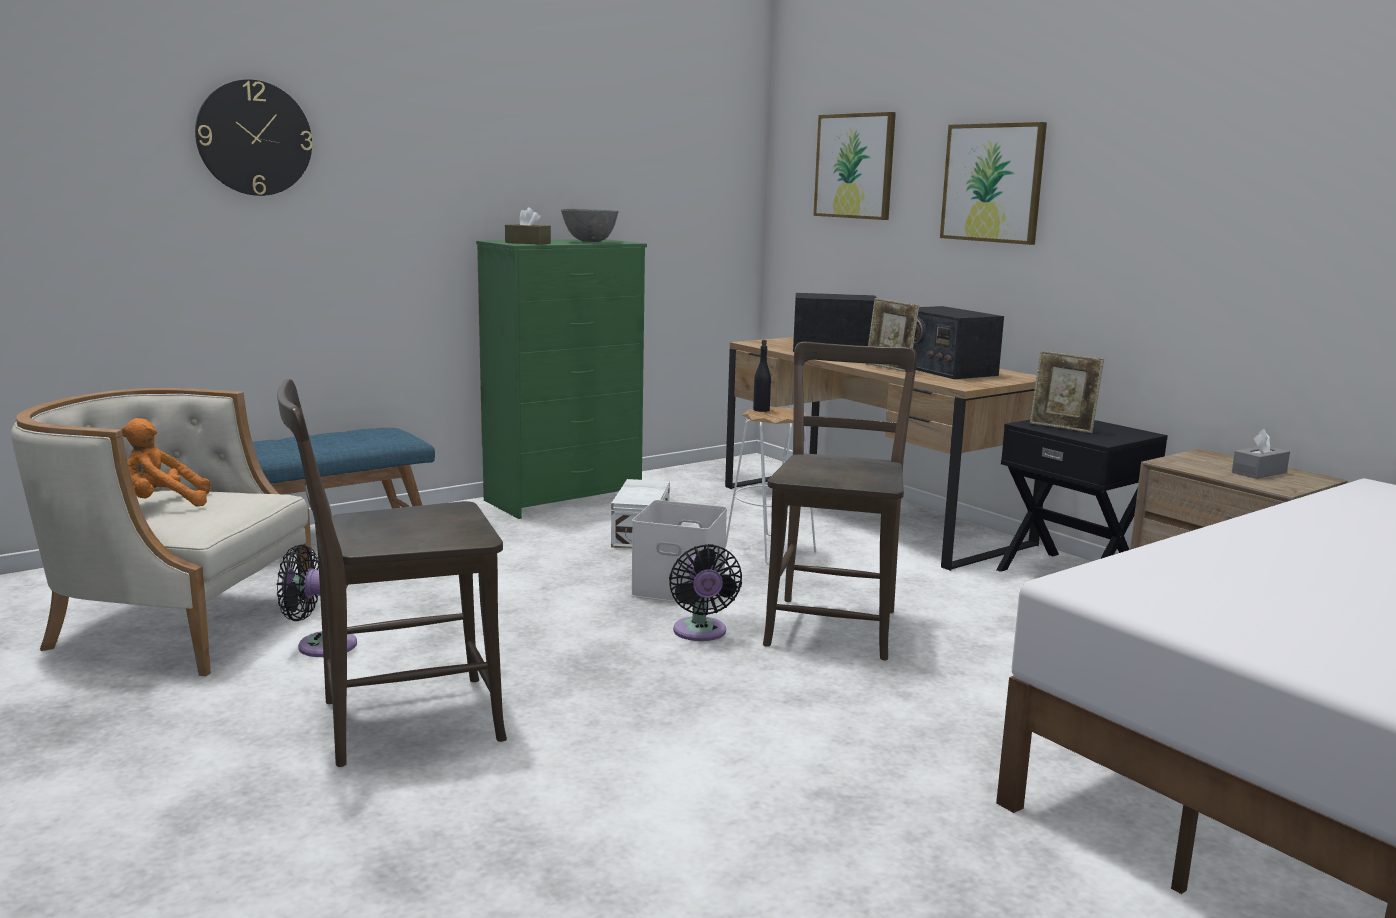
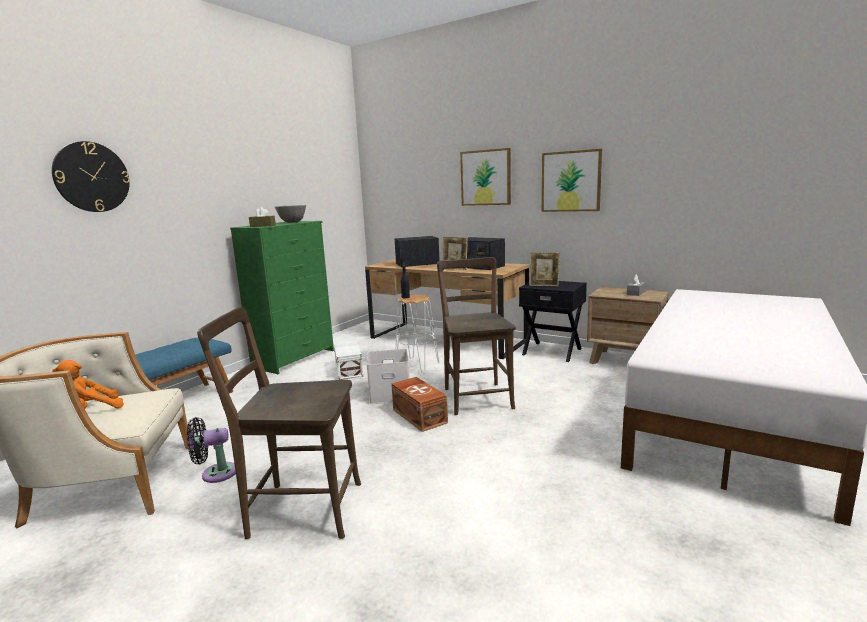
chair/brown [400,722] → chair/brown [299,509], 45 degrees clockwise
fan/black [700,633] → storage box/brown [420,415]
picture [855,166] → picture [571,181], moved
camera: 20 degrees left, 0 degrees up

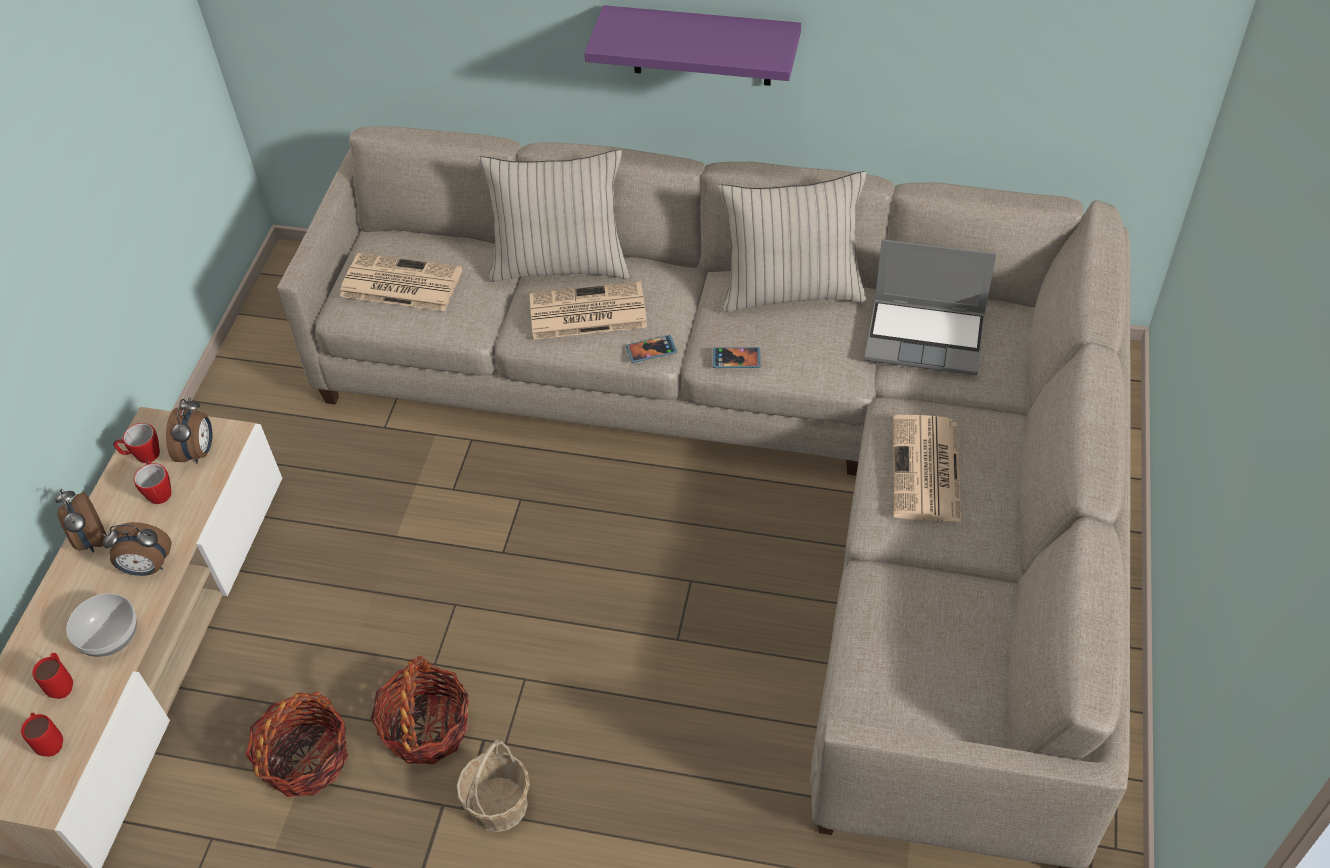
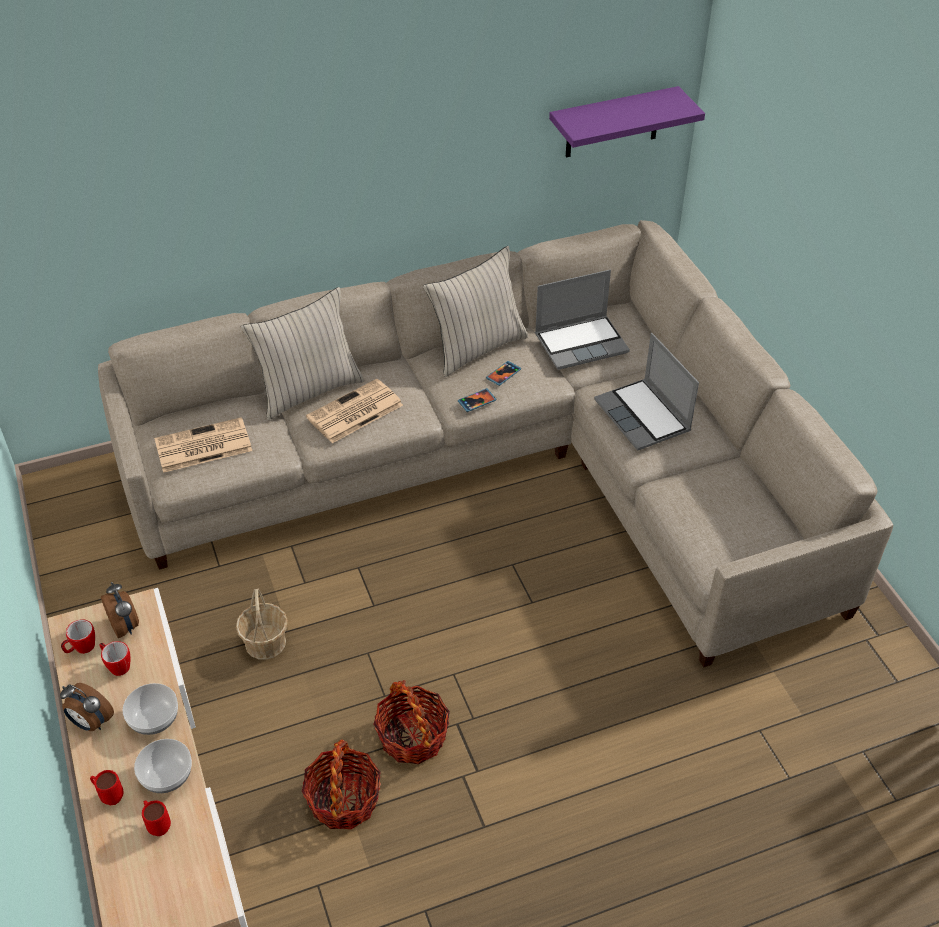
mug/red [50,742] → mug/red [109,796], moved
alarm clock [147,568] → bowl [154,718]
basket [499,804] → basket [265,642], moved
phone [651,350] → phone [503,374], moved
shelf/purple [701,46] → shelf/purple [612,123], moved
newspaper [927,471] → laptop [644,416]
camera: 35 degrees left, 5 degrees down

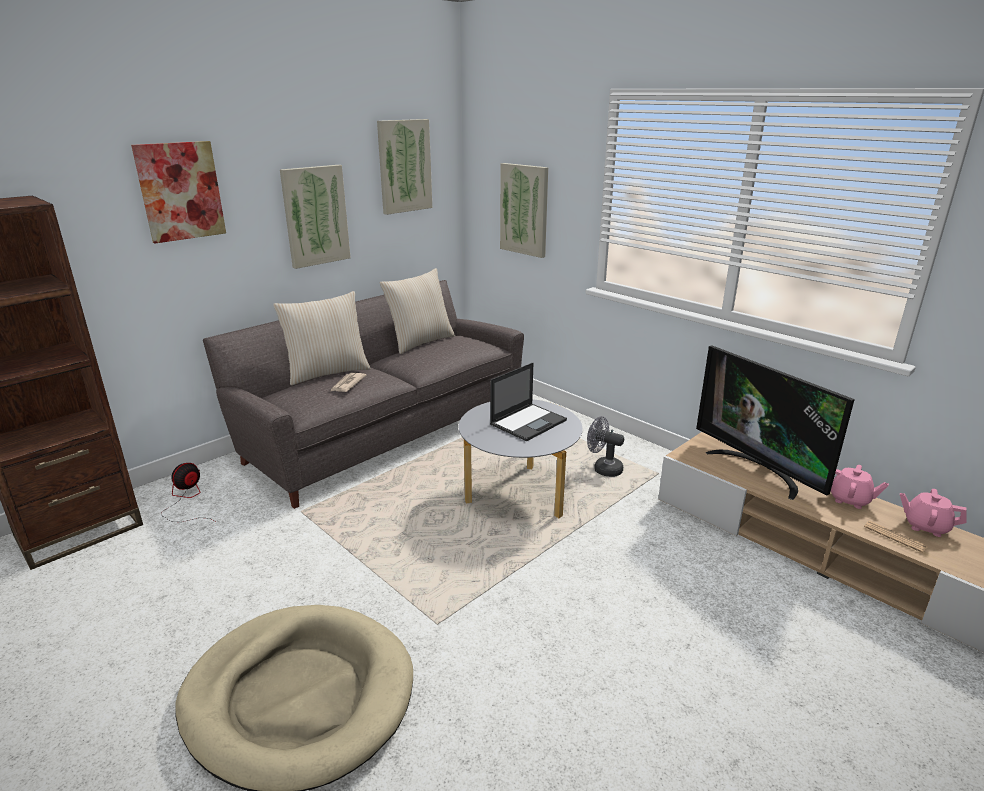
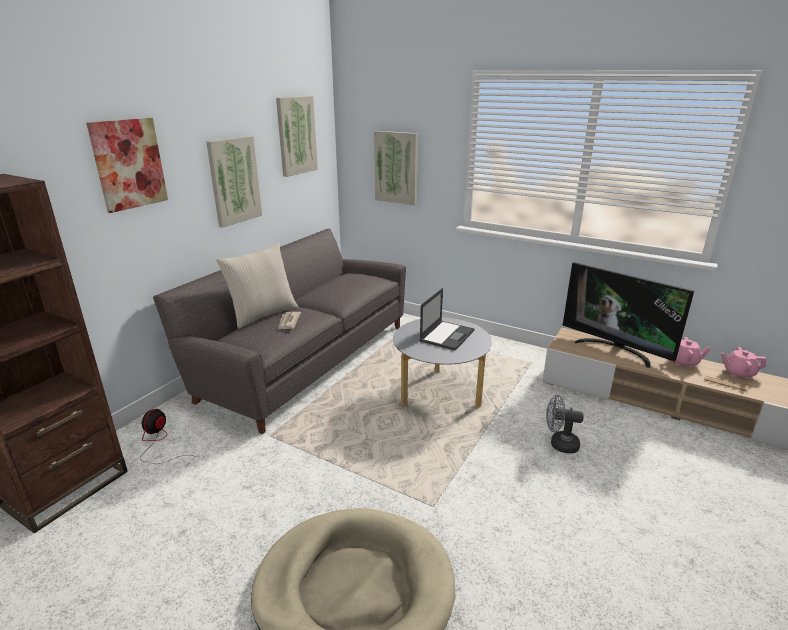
fan/grey [603,468] → fan/grey [559,444], moved
pillow/beige [420,342] → -
camera: 15 degrees left, 0 degrees up

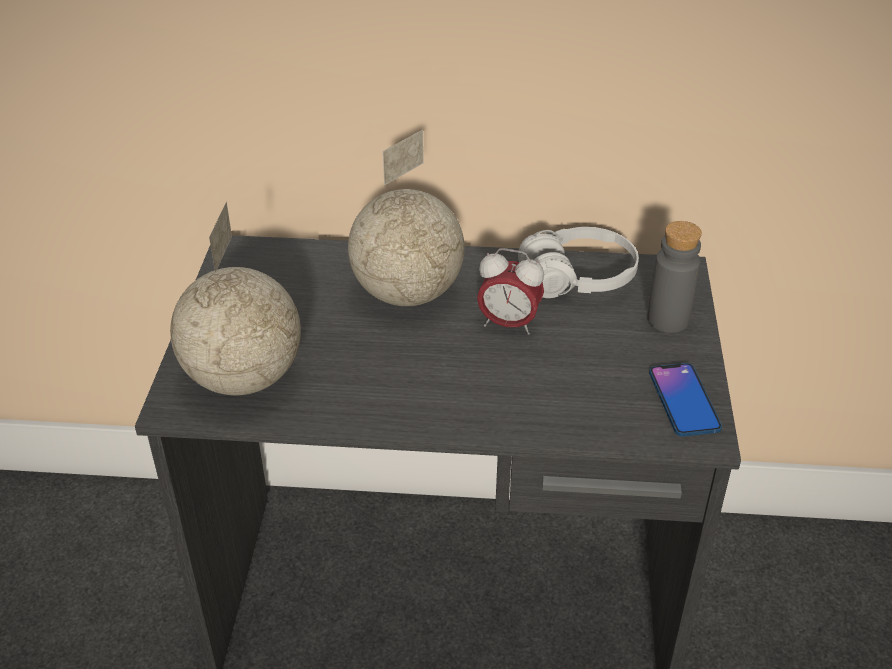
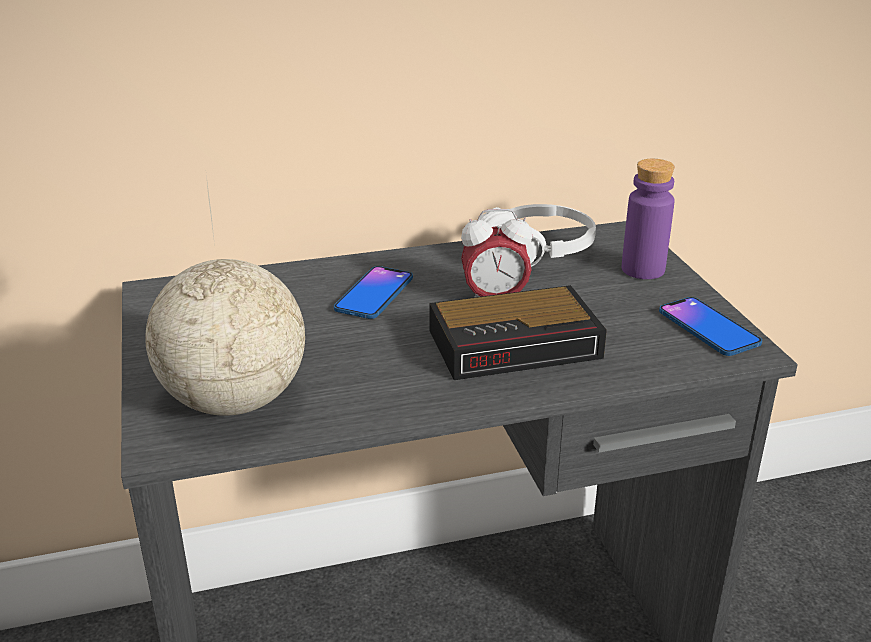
globe [409,294] → phone [374,294]
- → alarm clock [518,344]
bottle/grey [668,319] → bottle/purple [643,269]
camera: 20 degrees left, 10 degrees down

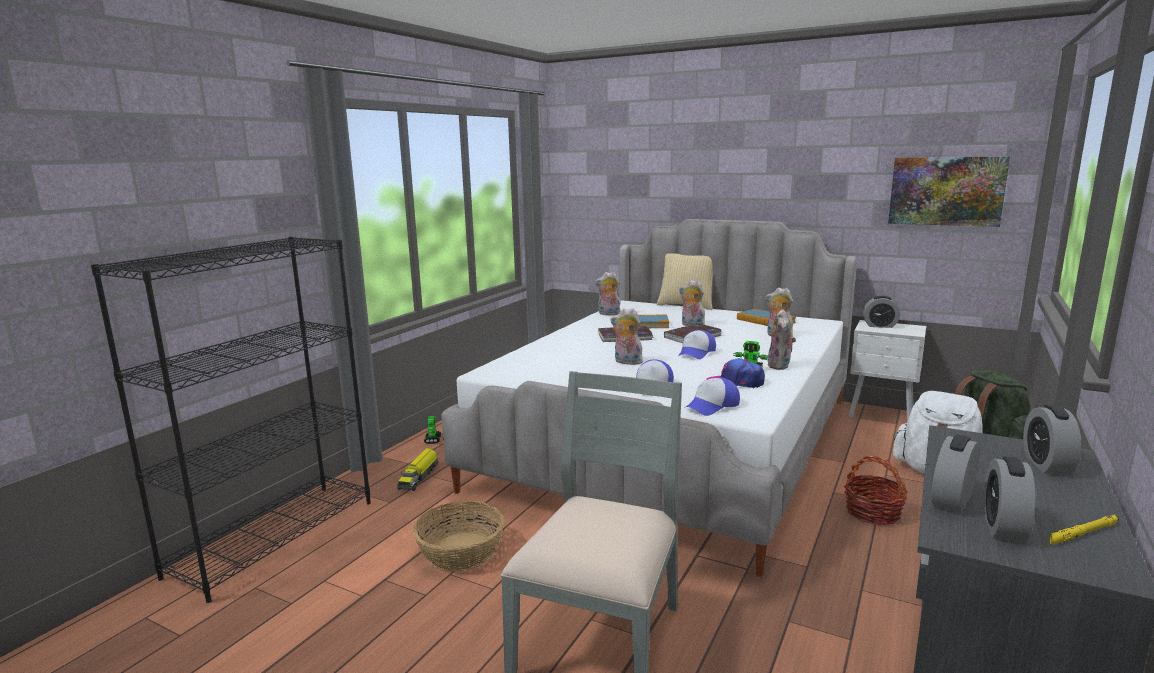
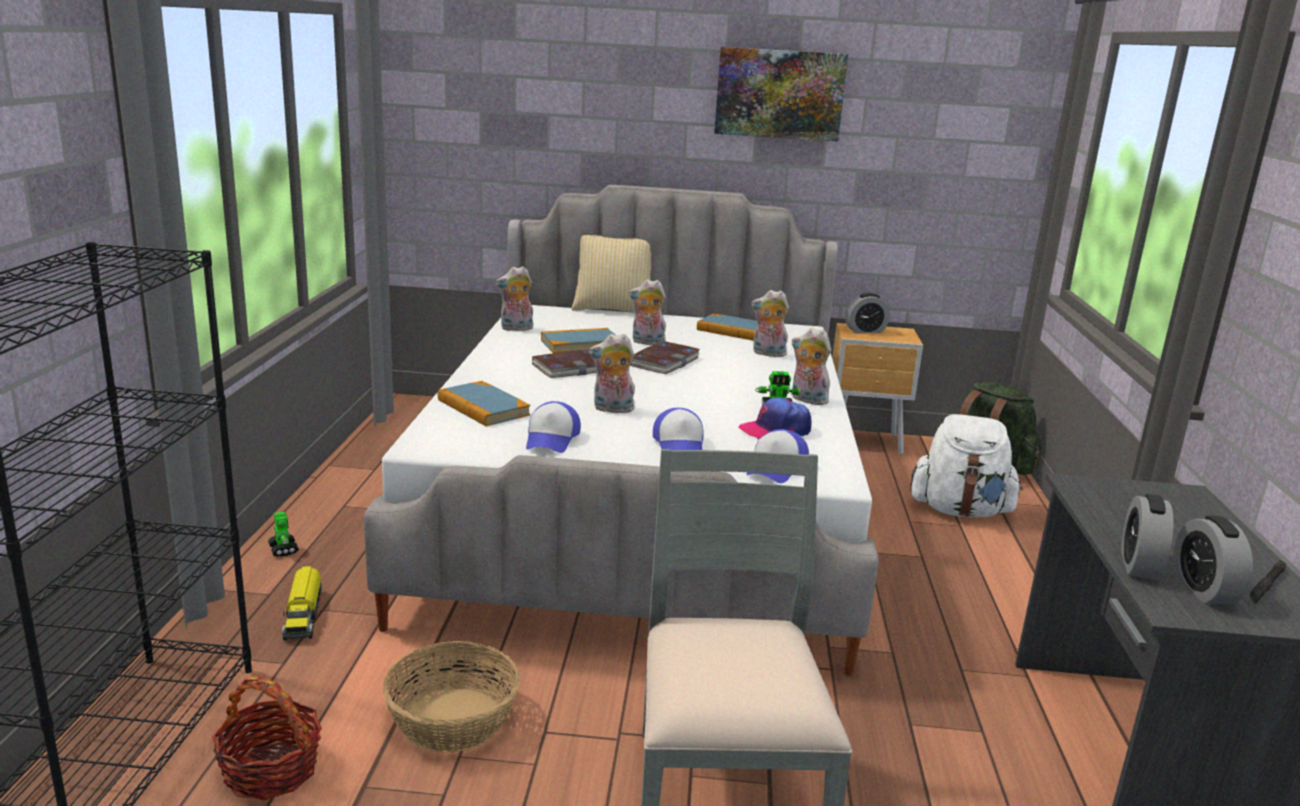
basket [873,513] → basket [271,770], moved
- → book [483,408]
cap [696,353] → cap [552,439], moved
picture [946,191] → picture [779,94], moved
plush toy [780,366] → plush toy [807,400], 135 degrees clockwise
nightstand/white [882,415] → nightstand/brown [865,442]
flashlight/yellow [1082,534] → flashlight/black [1266,585]
alarm clock [1046,464] → -
camera: 25 degrees left, 5 degrees up

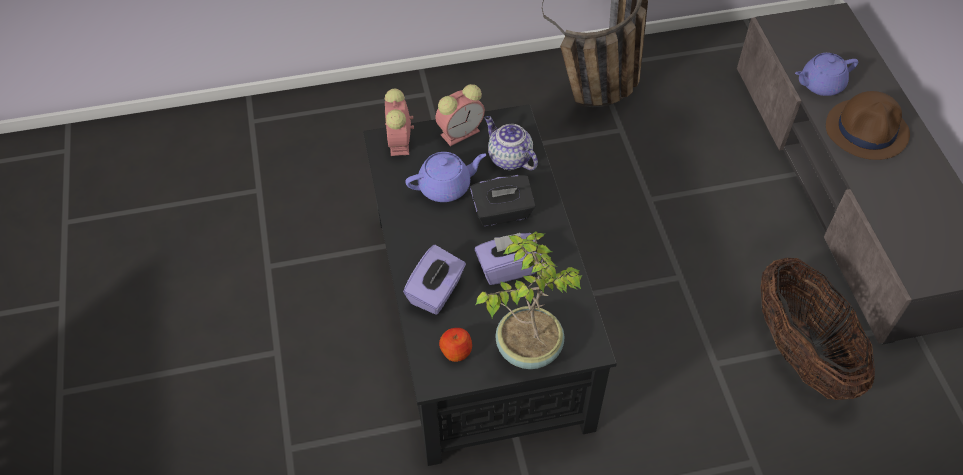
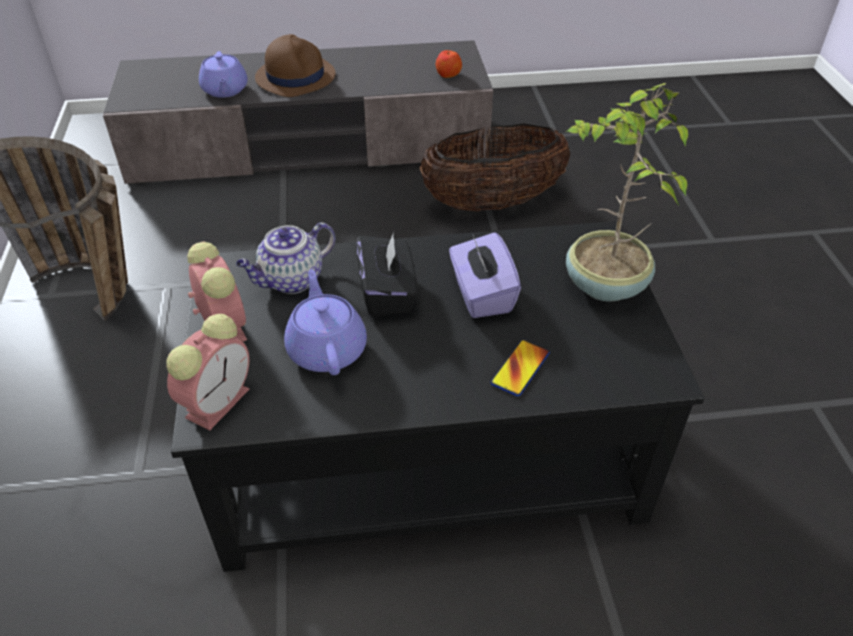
alarm clock [399,143] → alarm clock [219,401], 60 degrees counterclockwise
apple [456,351] → apple [448,74], moved
tissue box/purple [436,292] → phone [520,368]
camera: 85 degrees left, 10 degrees down

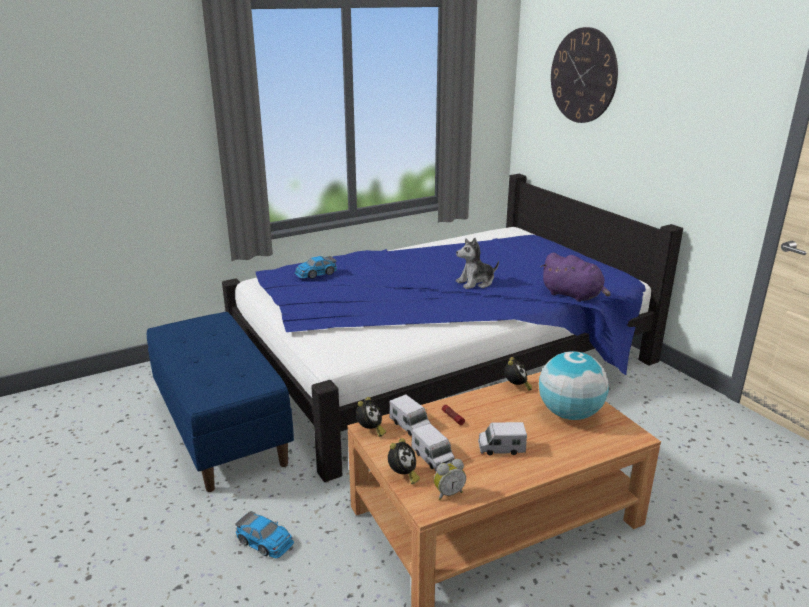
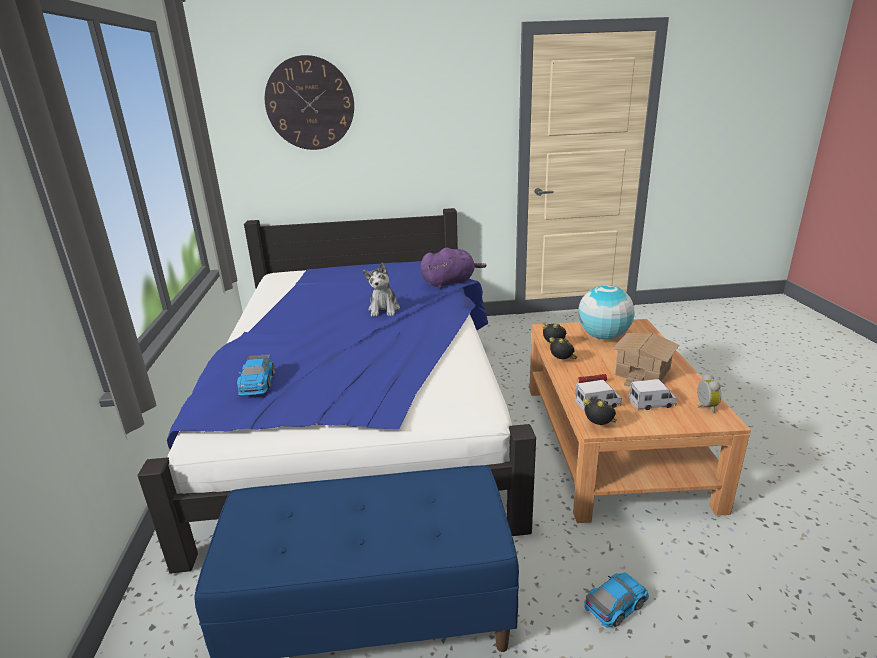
alarm clock [403,475] → alarm clock [562,361], moved
toy truck [501,448] → toy house [644,372]
camera: 65 degrees left, 0 degrees up

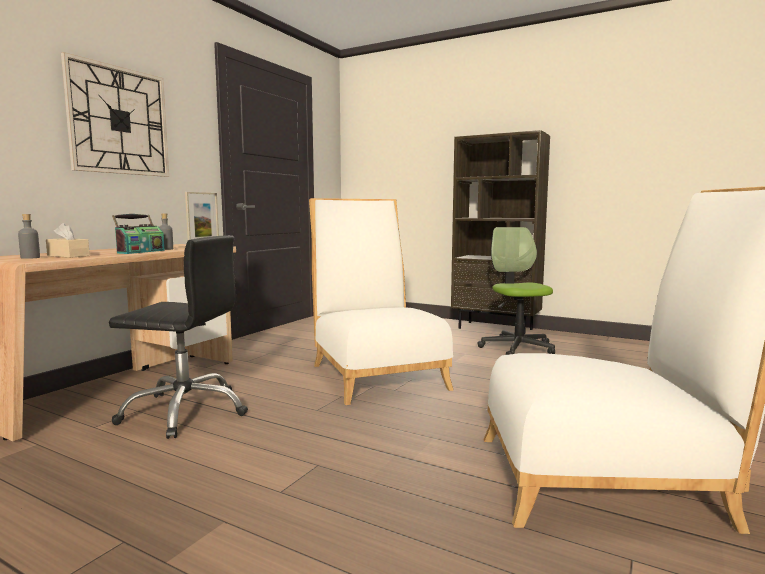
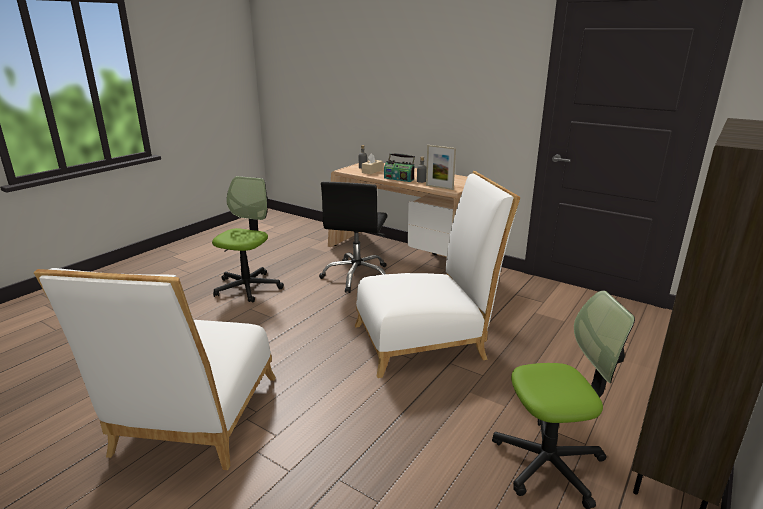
- → office chair [248,287]
wall clock [119,121] → -
camera: 95 degrees right, 15 degrees up

